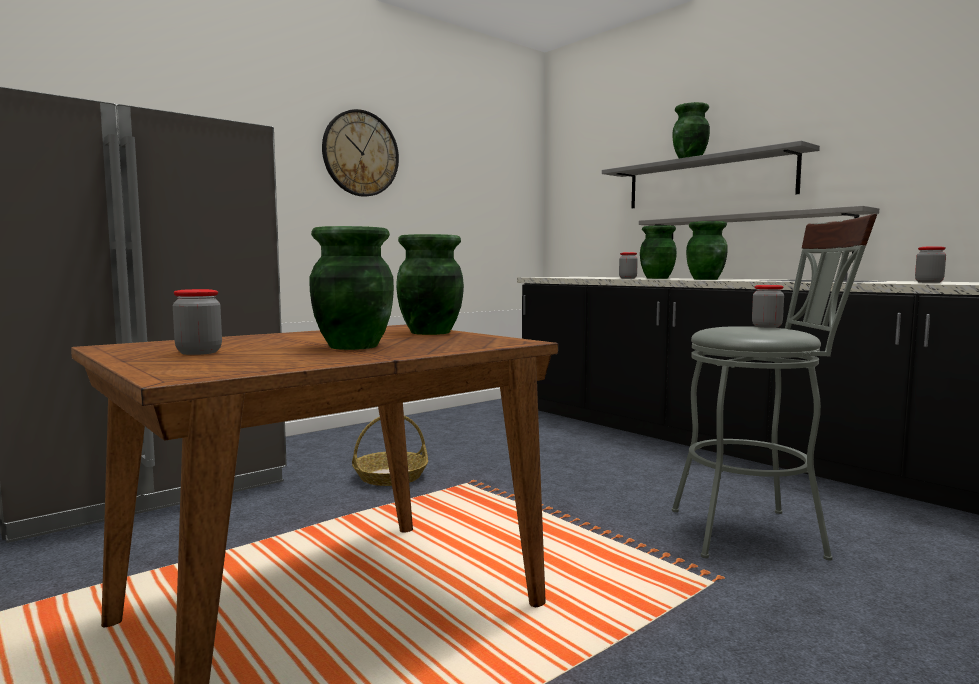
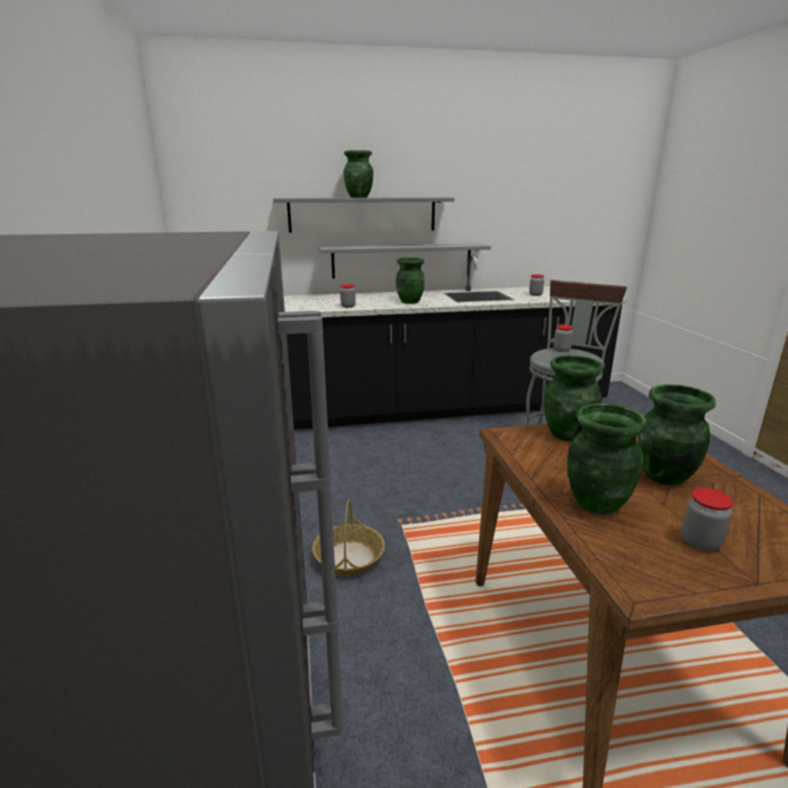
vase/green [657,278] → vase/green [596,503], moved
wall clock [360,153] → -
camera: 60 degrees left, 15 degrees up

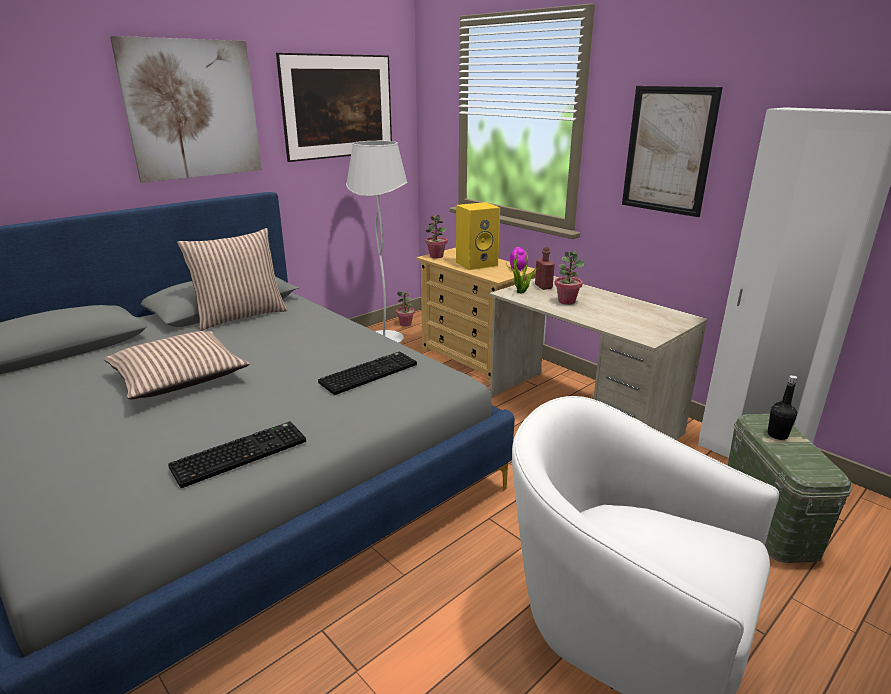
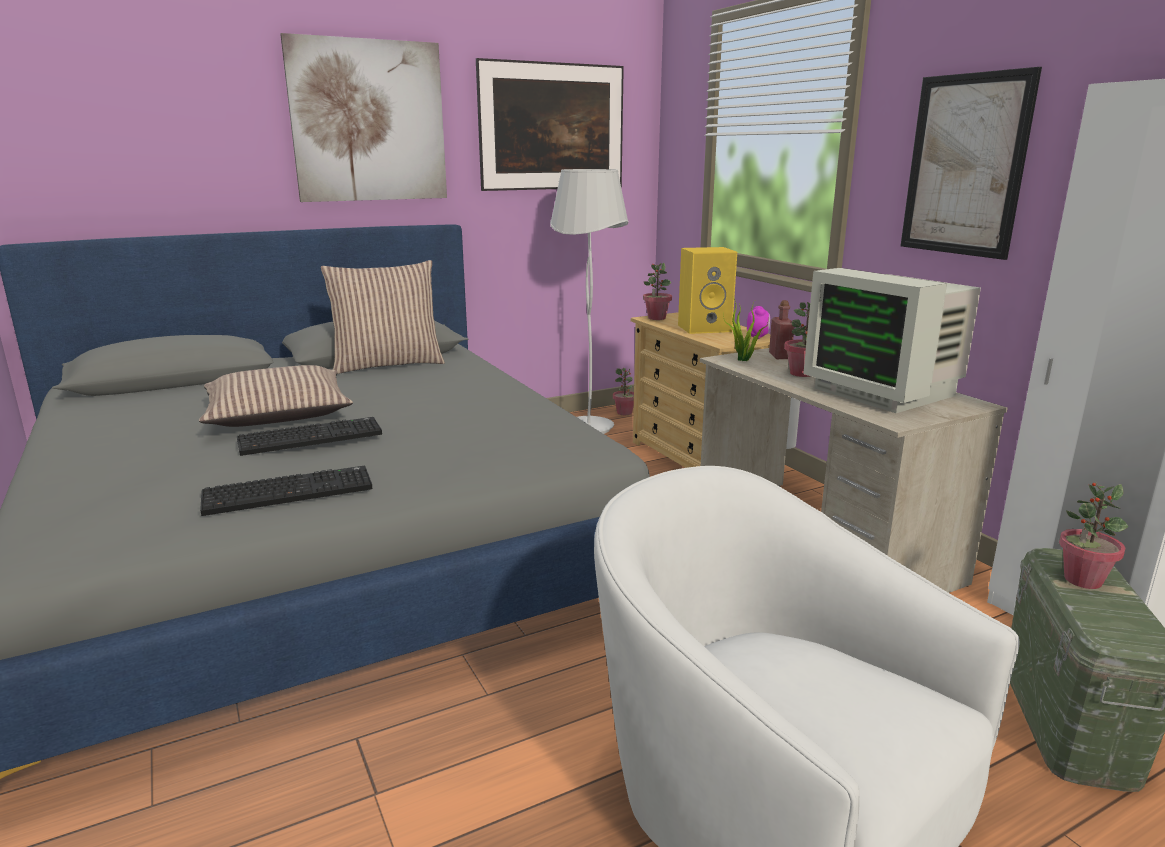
keyboard [369,373] → keyboard [312,437], moved
- → monitor [884,392]
bottle/black [777,435] → potted plant [1082,580]
camera: 15 degrees right, 5 degrees down

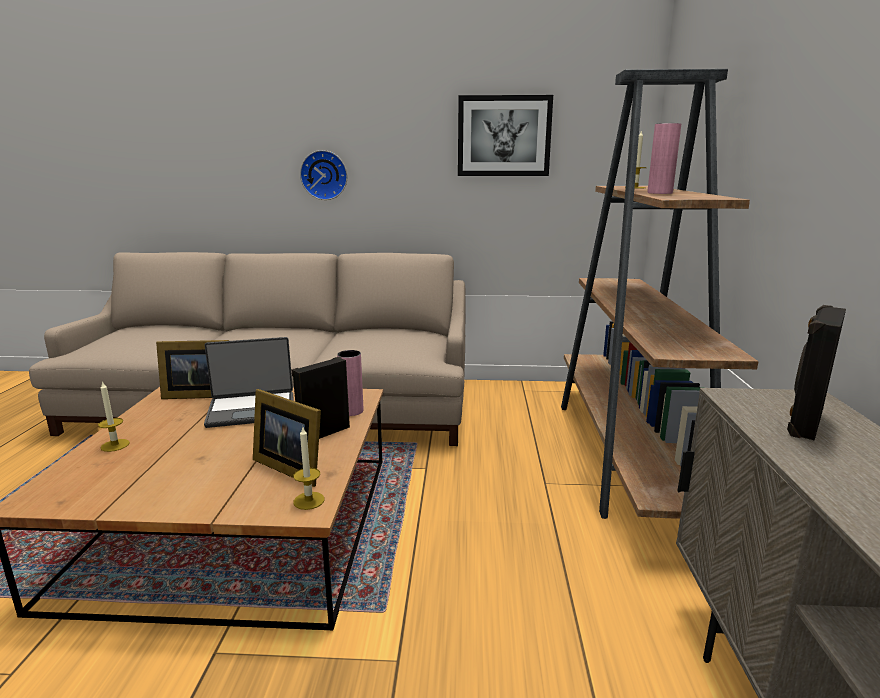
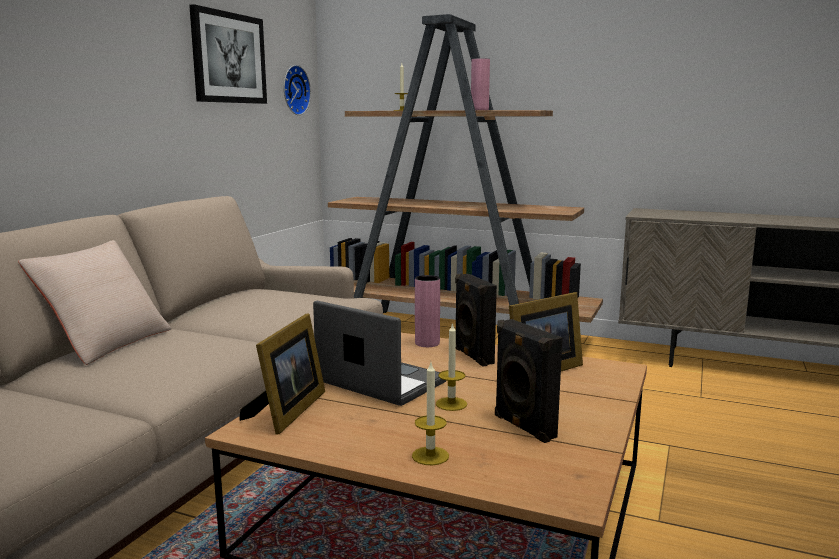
- → pillow/beige [106,342]
wall clock [324,175] → wall clock [294,90], moved
laptop [252,410] → laptop [380,382], 60 degrees counterclockwise
candle [309,500] → candle [451,404], moved
speaker/black [803,422] → speaker/black [523,427], moved
camera: 70 degrees left, 5 degrees down

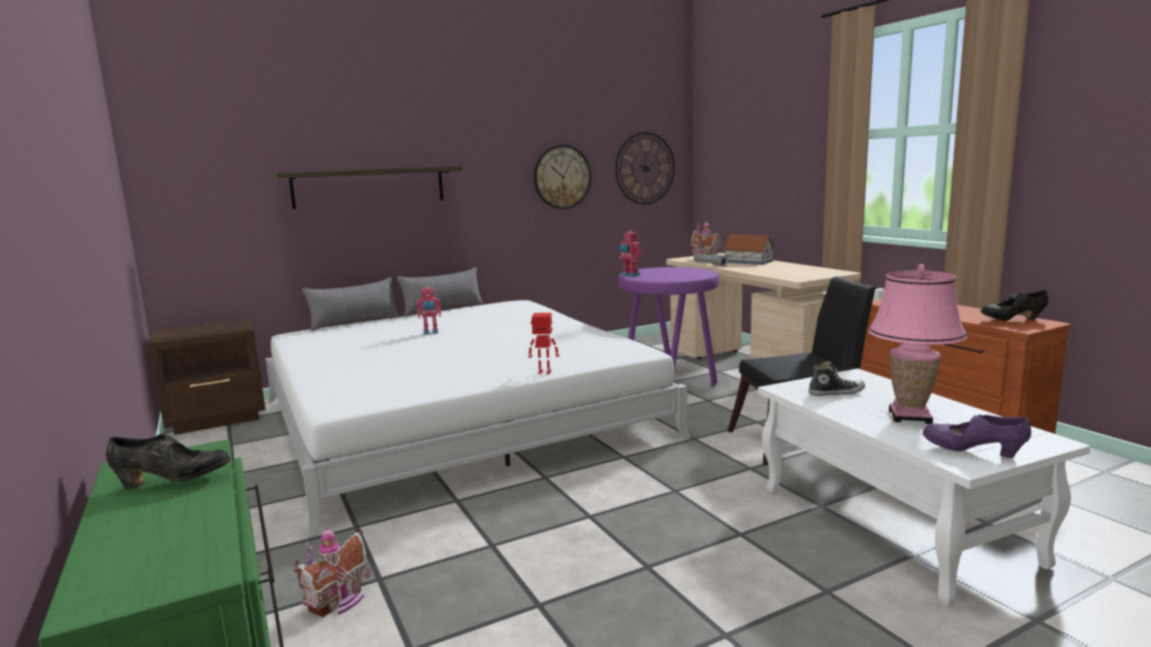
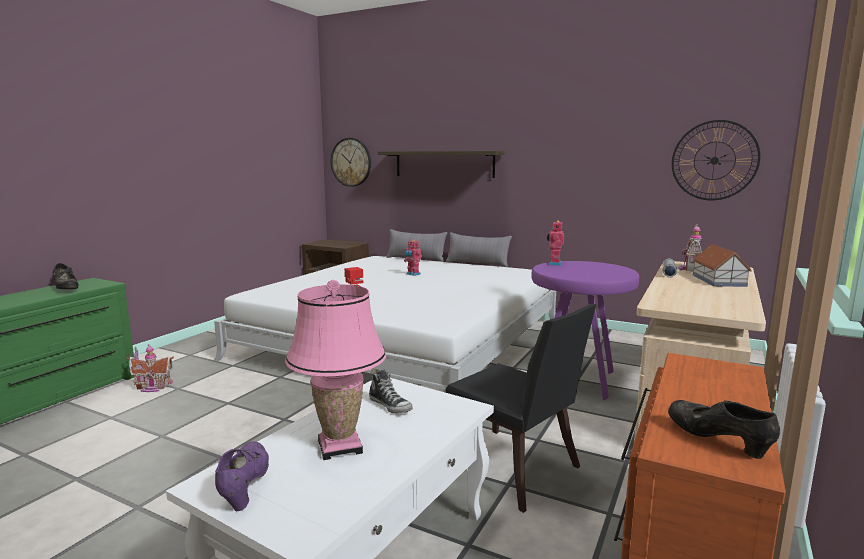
wall clock [562,177] → wall clock [351,162], moved
camera: 55 degrees right, 0 degrees up

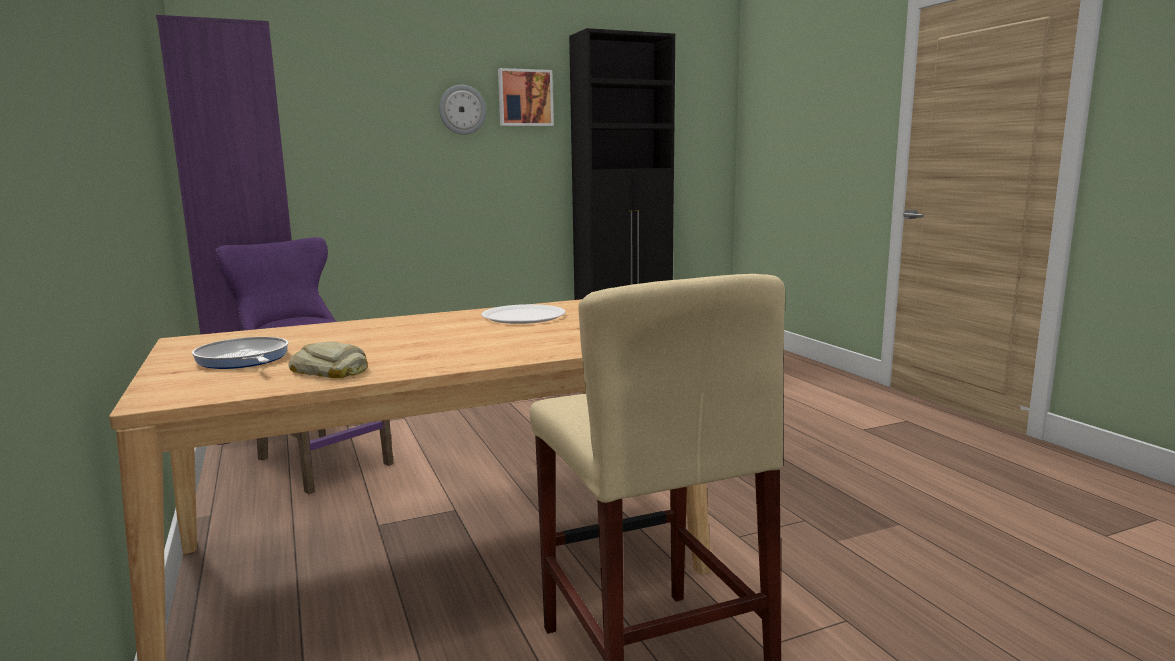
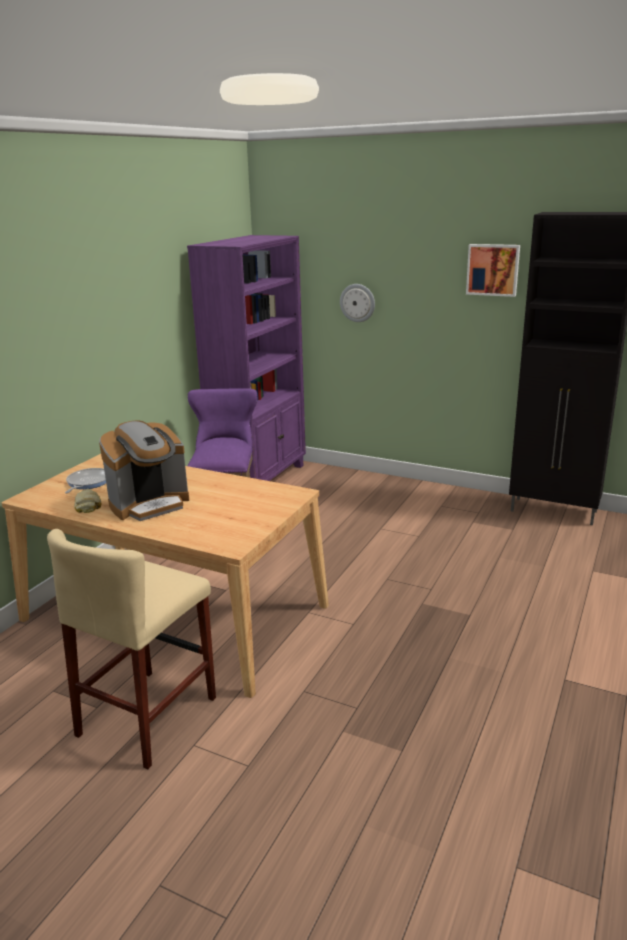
- → coffee machine [150,504]
wall clock [462,110] → wall clock [357,302], moved
plate/white [523,316] → -
camera: 50 degrees right, 10 degrees up

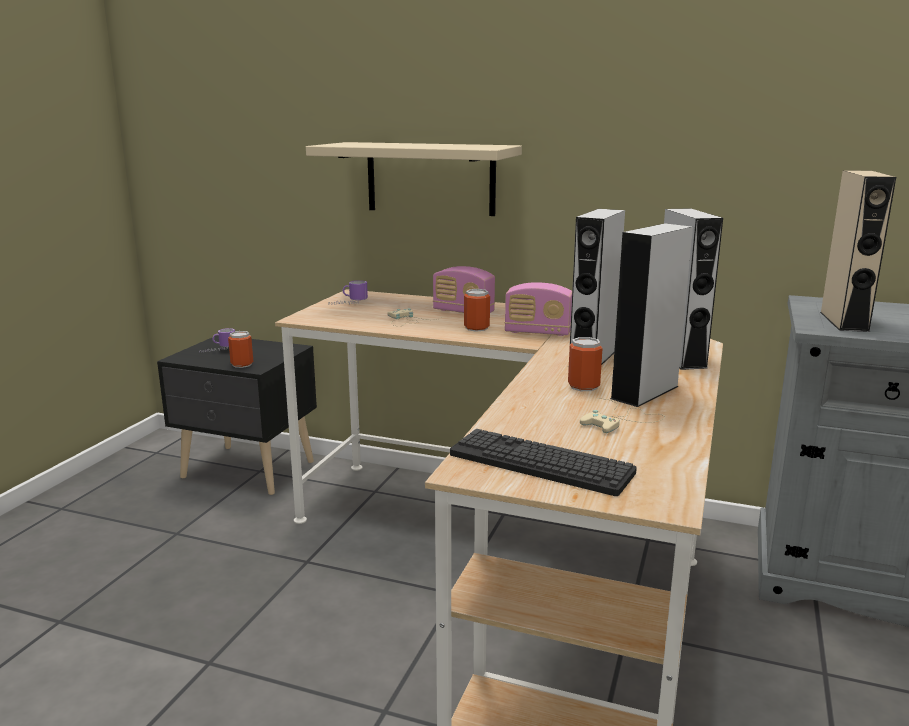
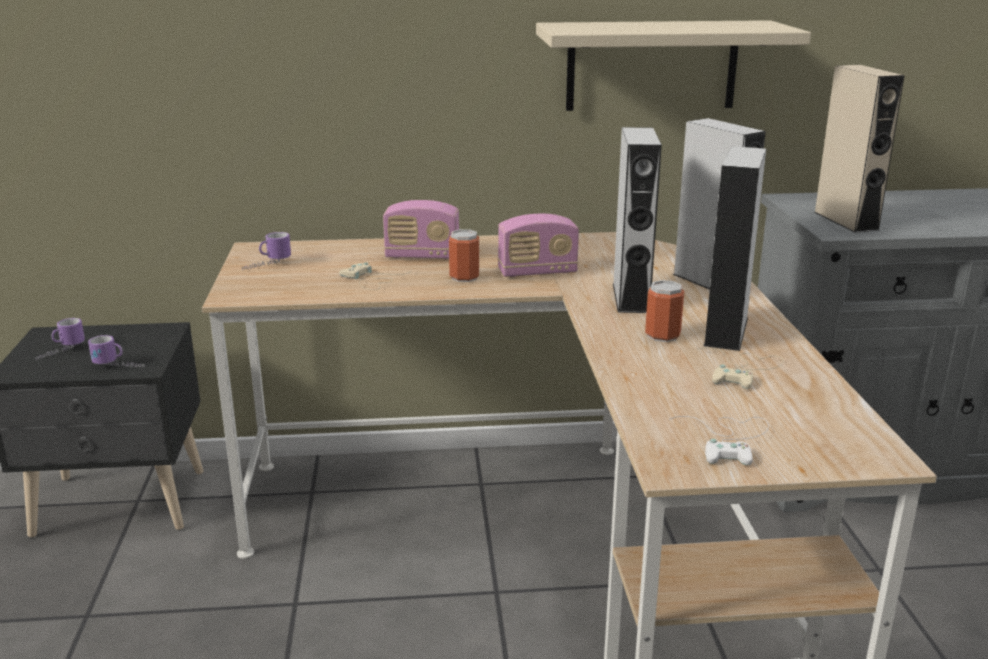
can [242,364] → mug [119,367]
shelf/beige [430,178] → shelf/beige [652,65], moved
keyboard [540,463] → game controller/white [729,439]
camera: 25 degrees left, 5 degrees up

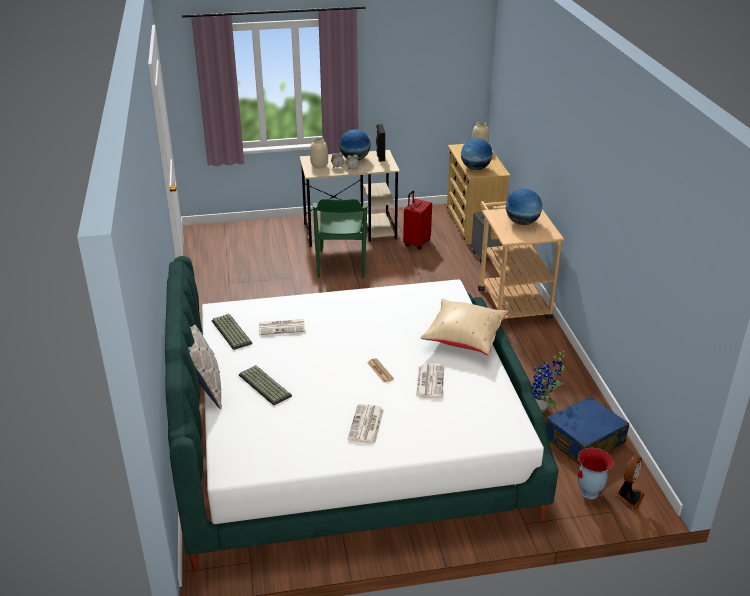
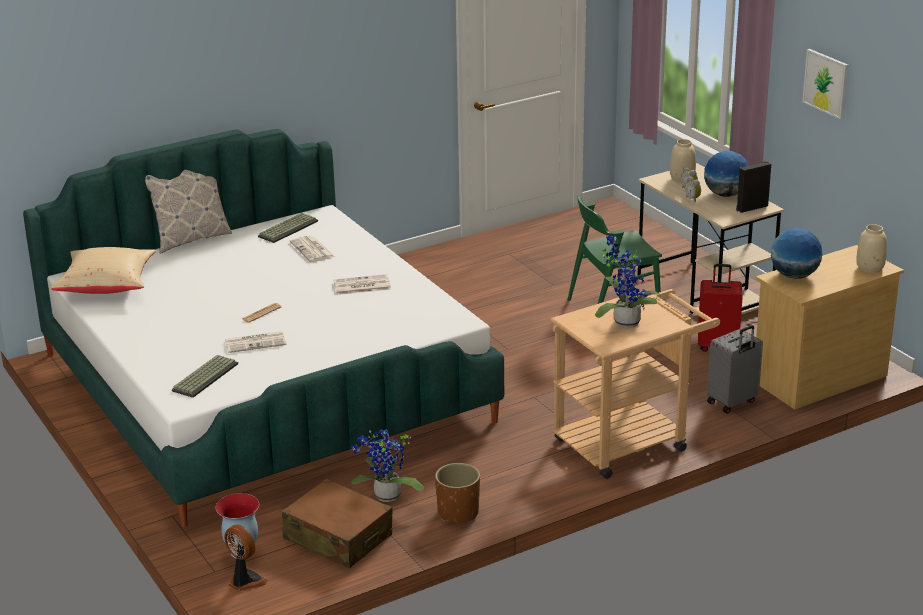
pillow/beige [463,338] → pillow/beige [107,285], moved
keyboard [263,385] → keyboard [204,376], moved
fan [628,497] → fan [245,581], 150 degrees counterclockwise
suitcase/blue [583,440] → suitcase/brown [338,537]
newspaper [366,425] → newspaper [361,286], moved
- → planter/brown [457,513]
globe [522,223] → potted plant [623,321]
- → picture [826,83]
camera: 70 degrees right, 5 degrees down

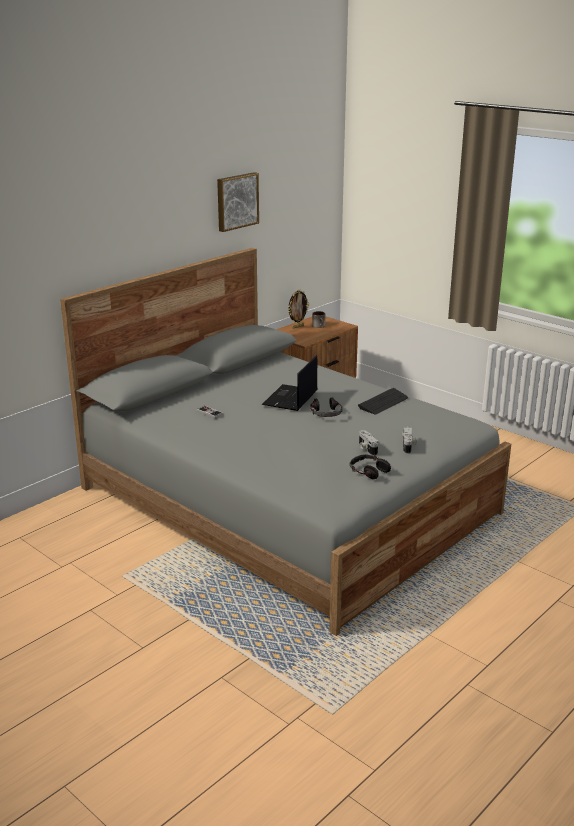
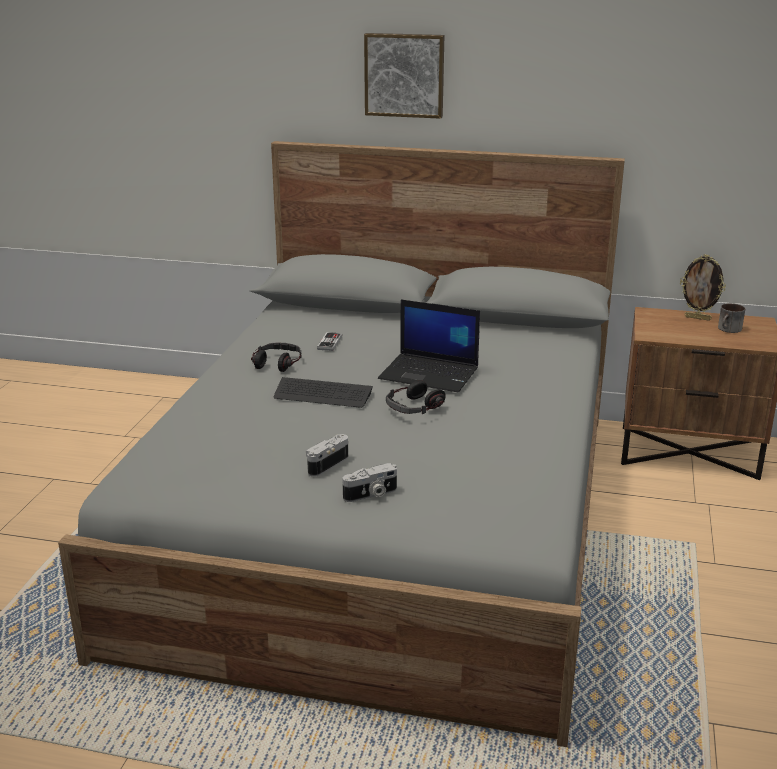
headphones [368,471] → headphones [277,363], moved
keyboard [383,402] → keyboard [322,395], moved
picture [236,201] → picture [404,75], moved
laptop [290,399] → laptop [430,373], 150 degrees counterclockwise
camera: 60 degrees right, 0 degrees up

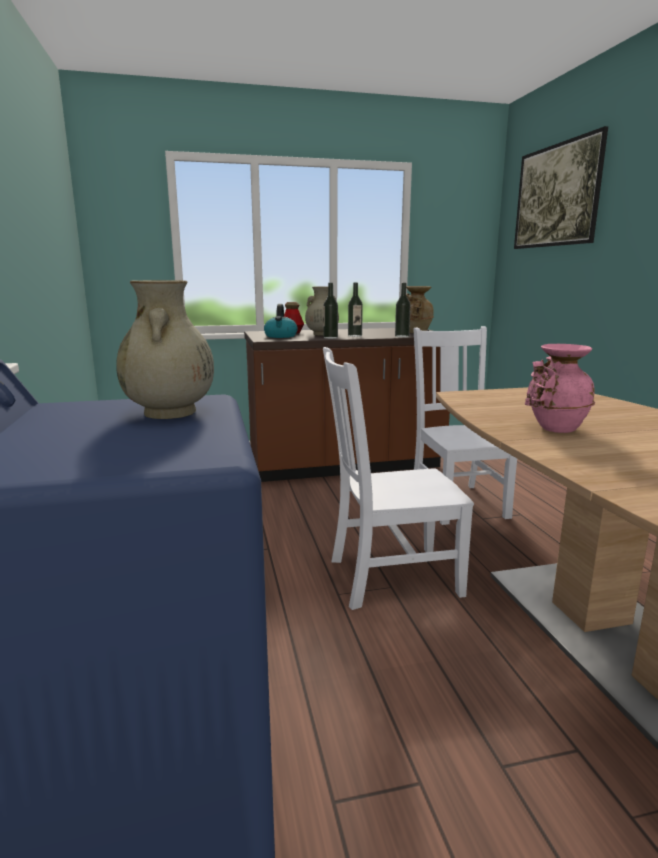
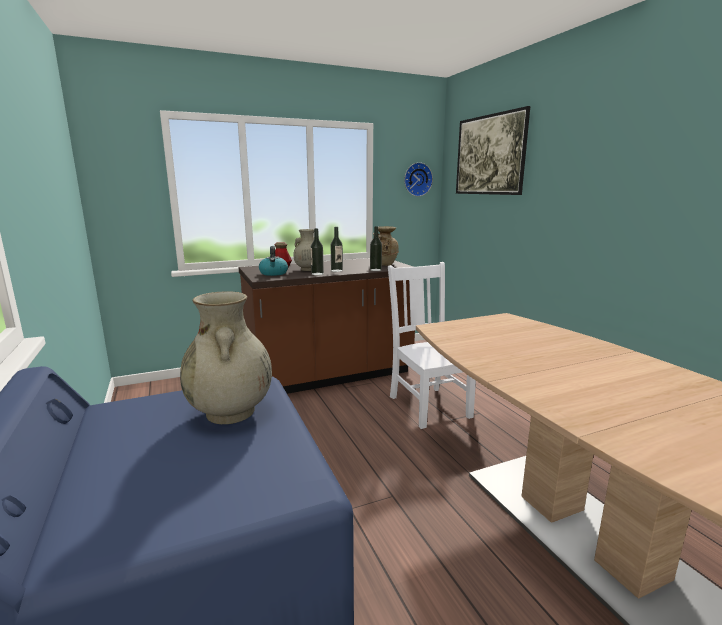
- → wall clock [417,179]
chair/white [389,577] → -
vase/pink [554,428] → -
camera: 10 degrees left, 0 degrees up

